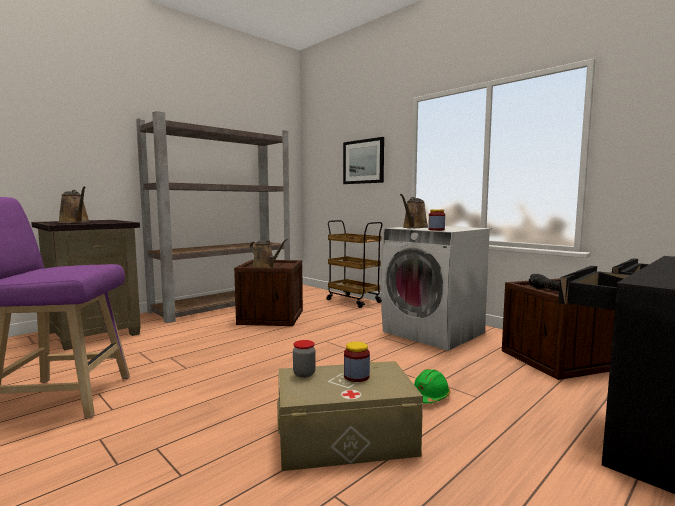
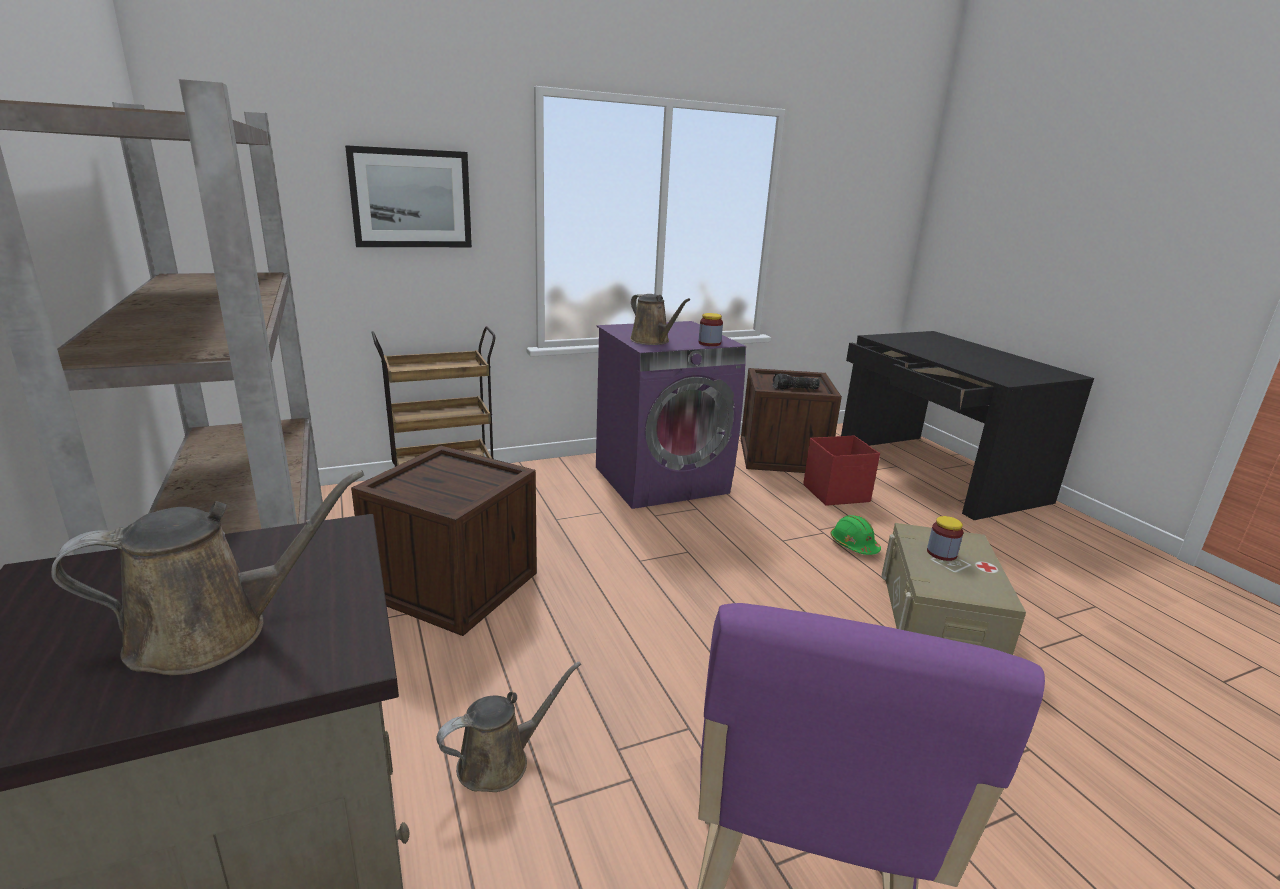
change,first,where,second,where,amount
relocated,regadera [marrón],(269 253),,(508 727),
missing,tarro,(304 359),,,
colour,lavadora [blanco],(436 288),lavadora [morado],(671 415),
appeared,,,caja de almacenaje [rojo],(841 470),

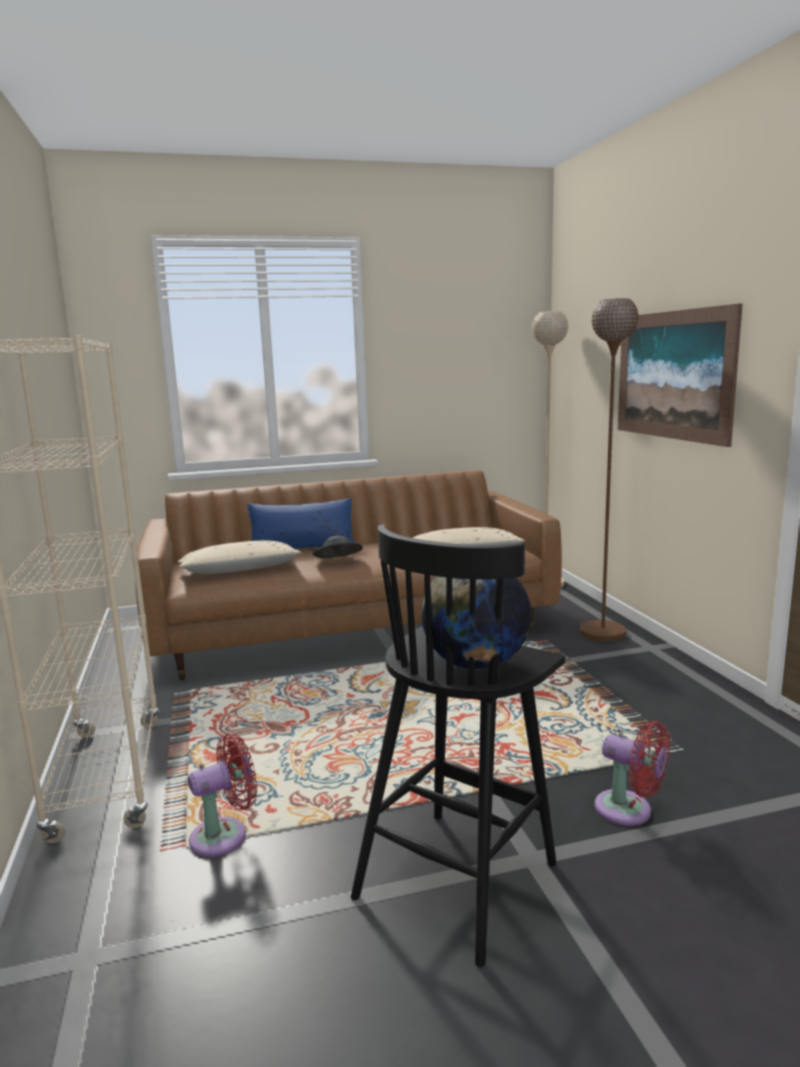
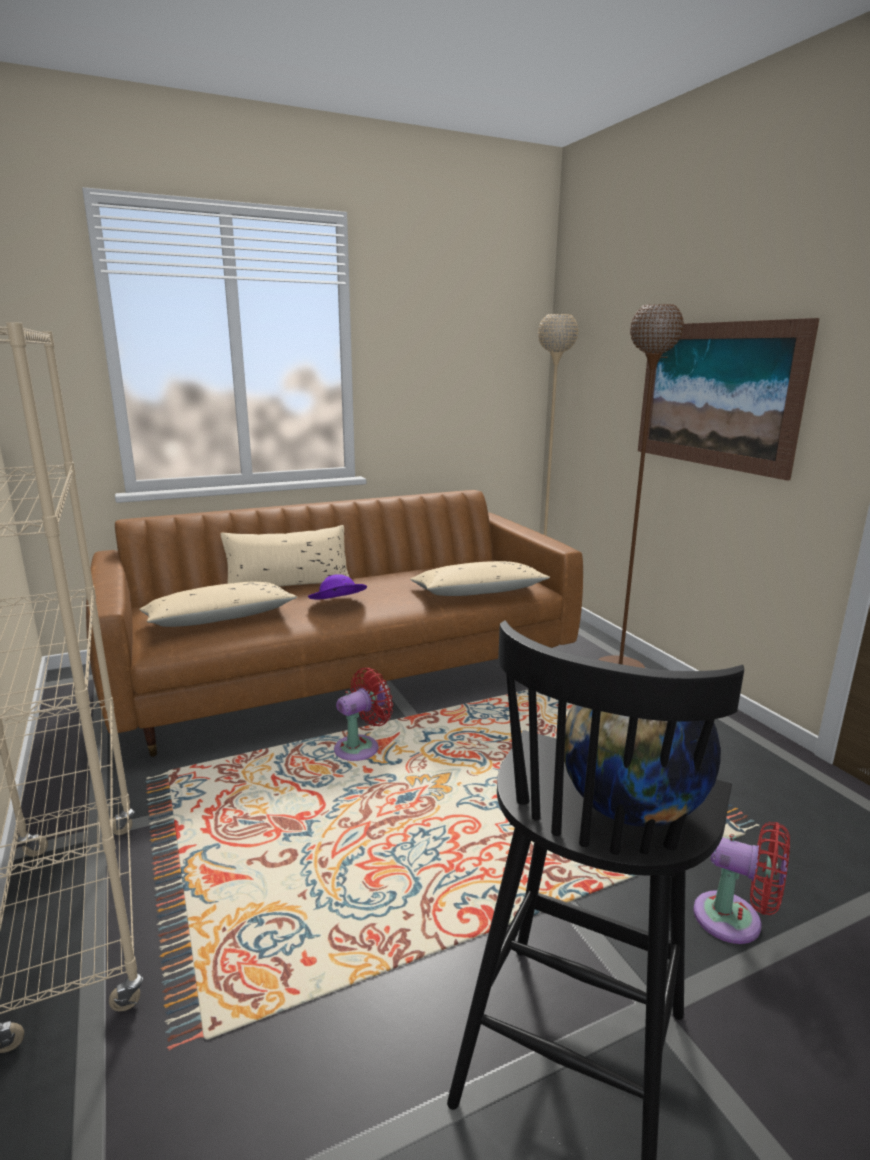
change,first,where,second,where,amount
relocated,ventilador [rojo],(222 795),,(363 714),
colour,cojín [azul],(301 523),cojín [beis],(285 556),
colour,sombrero [gris],(337 547),sombrero [morado],(337 587),

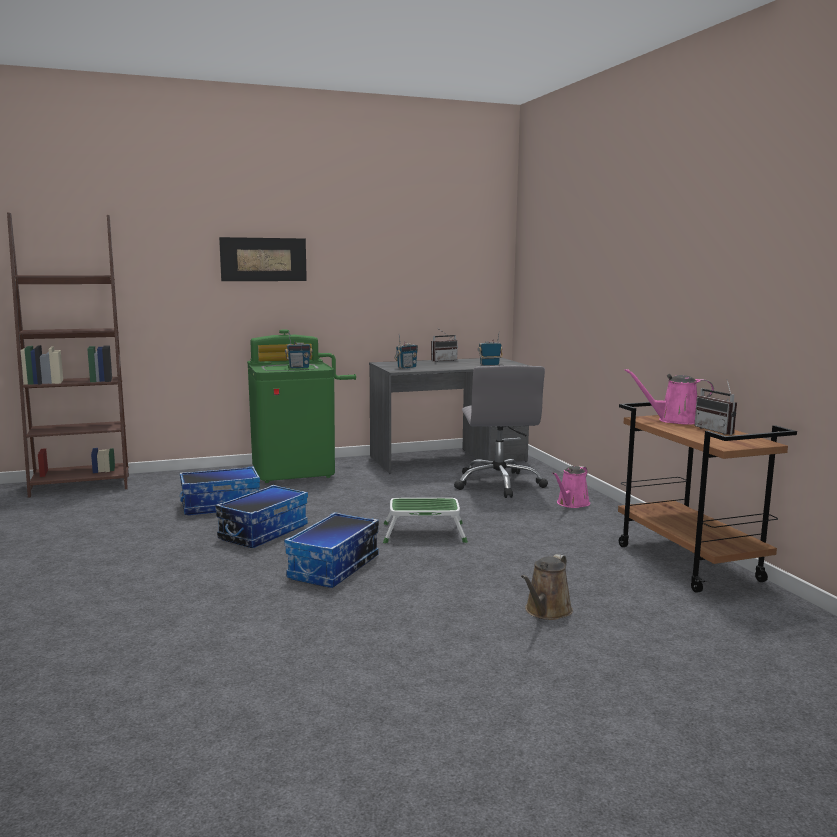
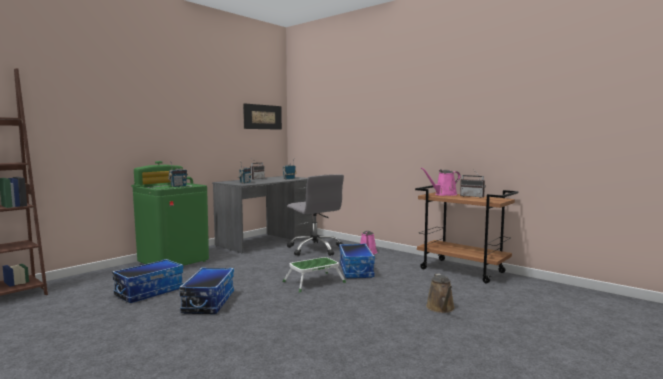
change,first,where,second,where,amount
relocated,cuadro,(263 259),,(262 116),
relocated,caja de almacenaje,(331 550),,(357 261),

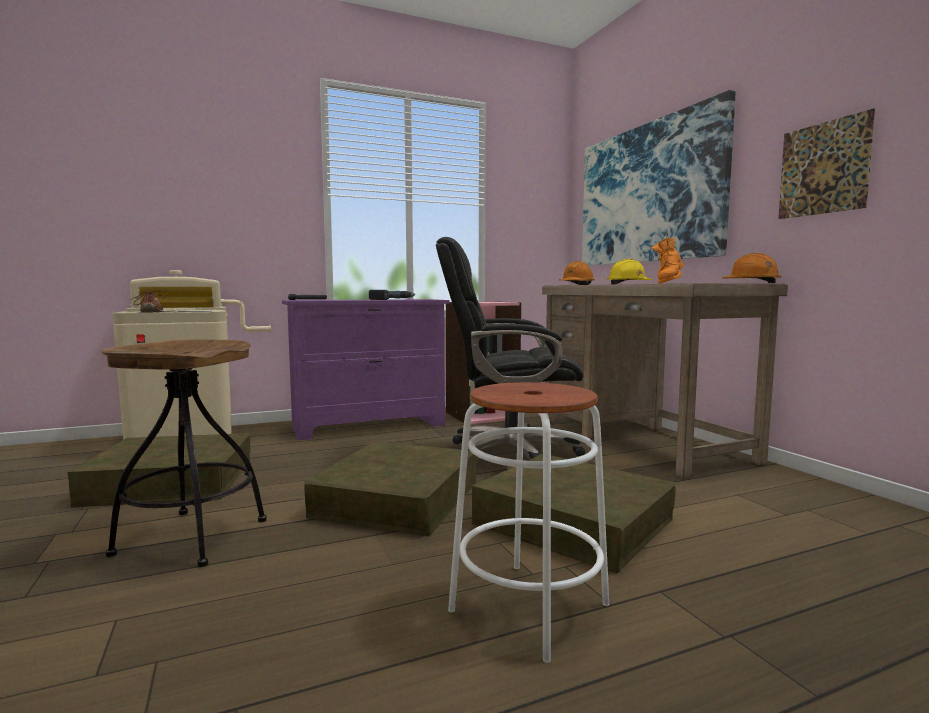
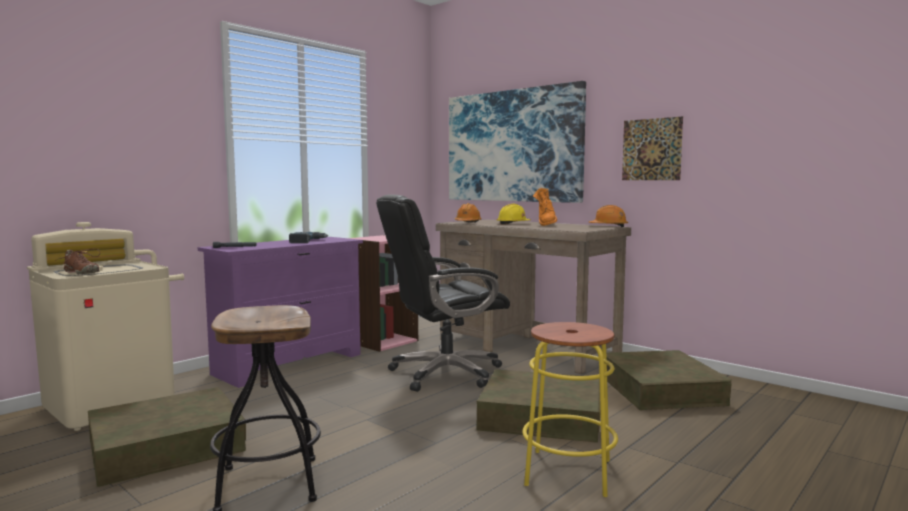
change,first,where,second,where,amount
relocated,caja de almacenaje [marrón],(390 488),,(668 380),
colour,taburete [blanco],(528 522),taburete [amarillo],(570 409),

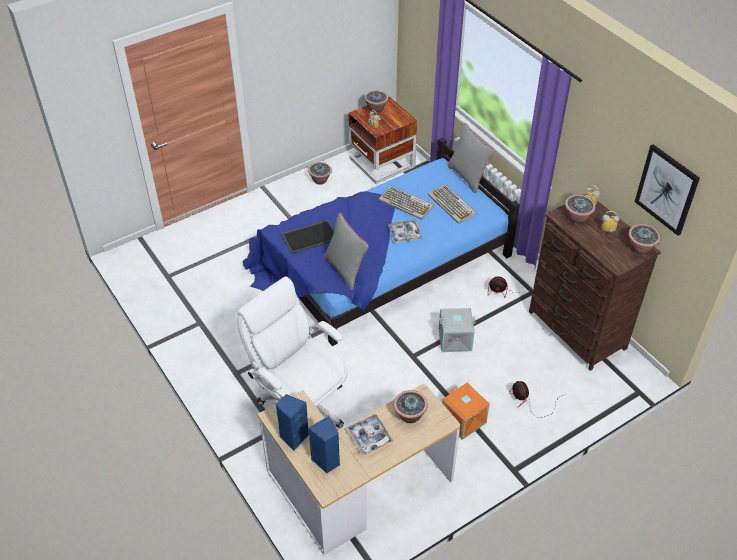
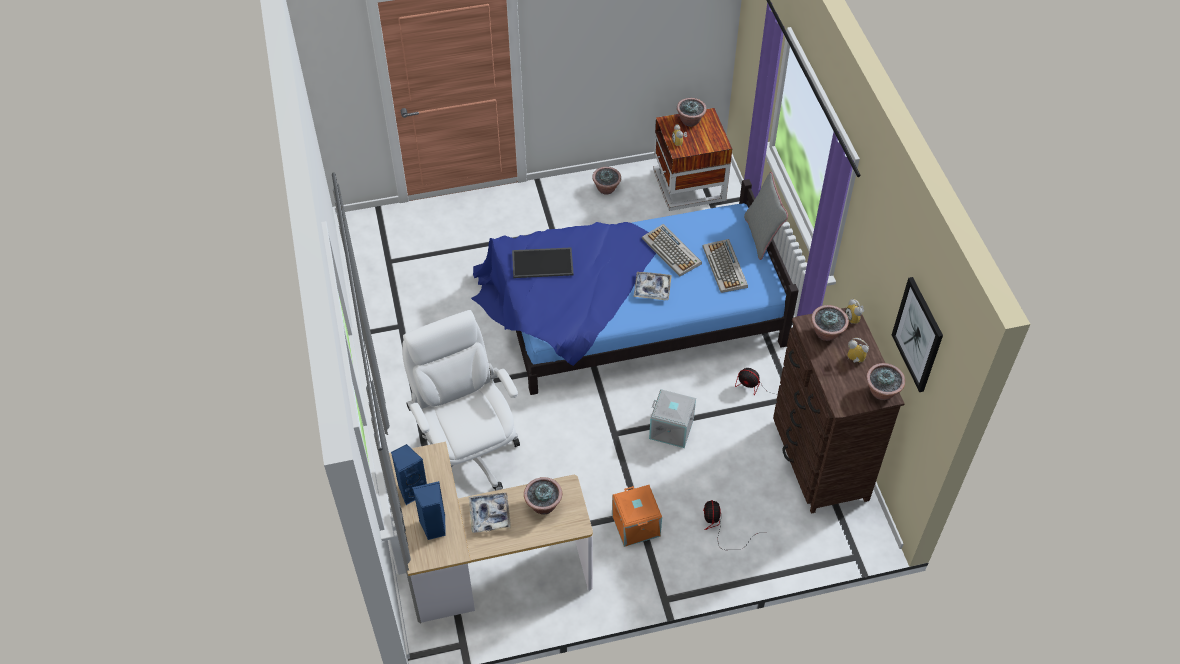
change,first,where,second,where,amount
missing,cojín [gris],(346 251),,,

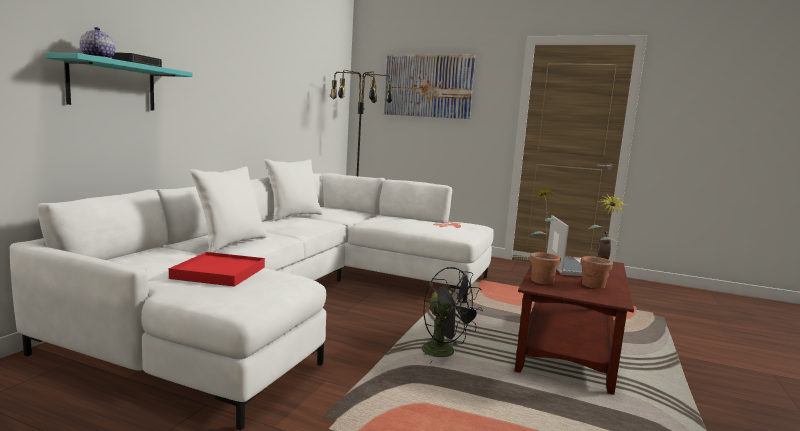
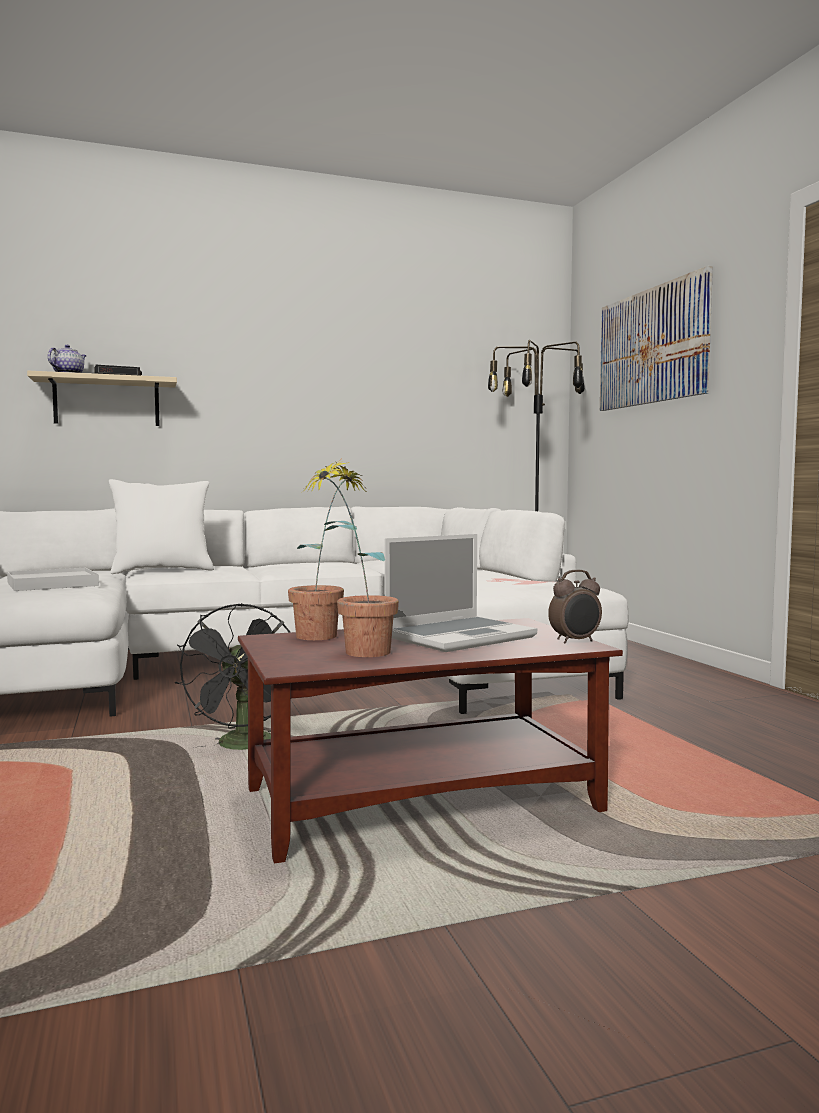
change,first,where,second,where,amount
colour,estante [turquesa],(118 82),estante [beis],(102 398),
colour,bandeja [rojo],(217 269),bandeja [blanco],(53 579),
missing,cojín [blanco],(293 190),,,

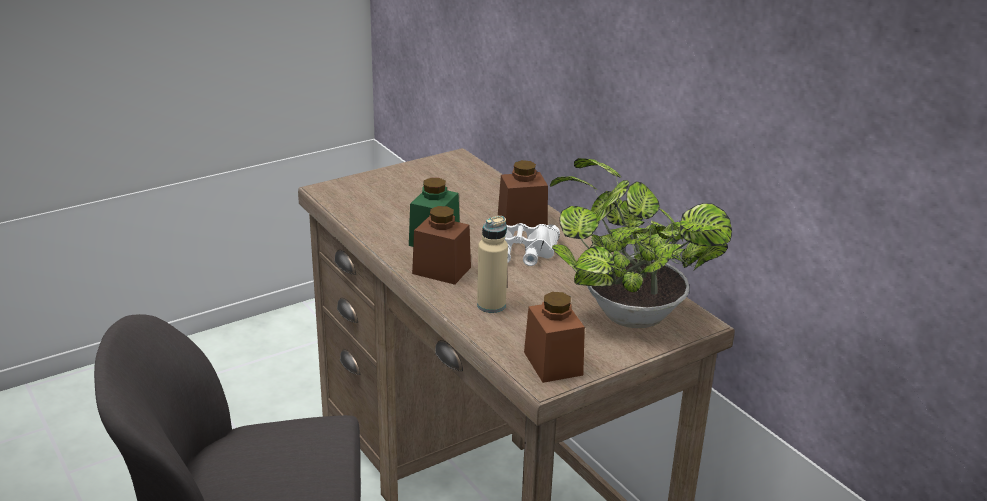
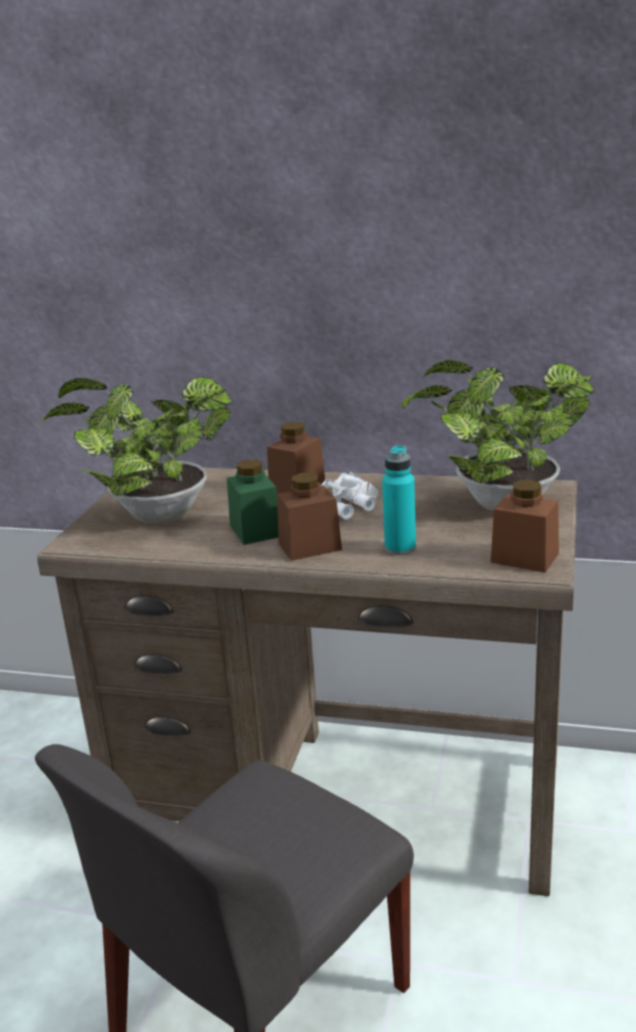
change,first,where,second,where,amount
colour,botella [beis],(492 264),botella [turquesa],(399 500),
appeared,,,planta en maceta,(136 450),

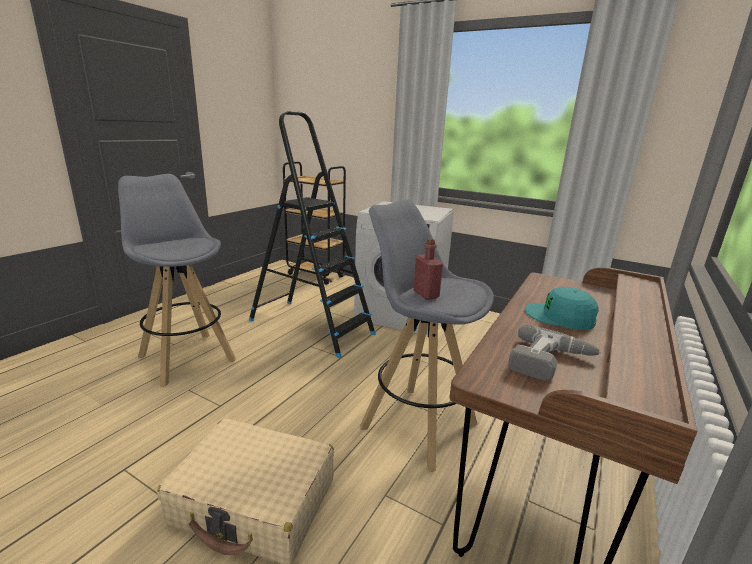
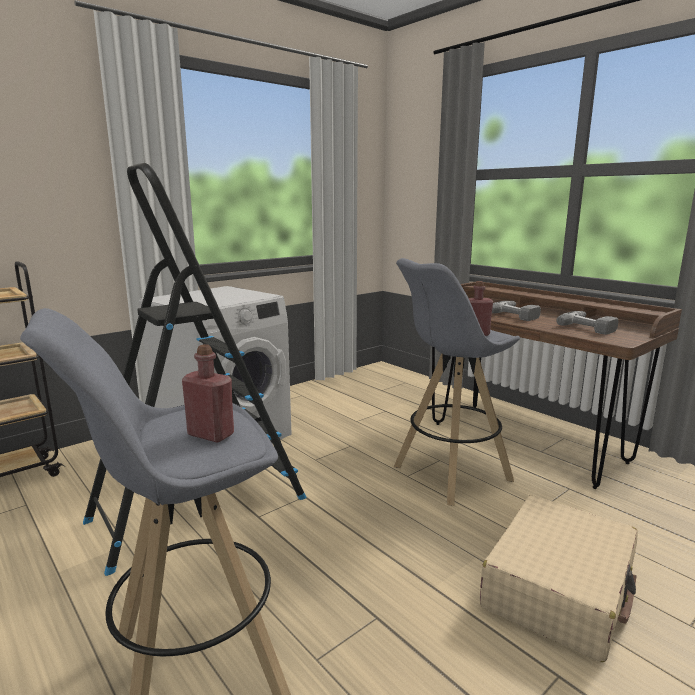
change,first,where,second,where,amount
exchanged,gorra [turquesa],(562 308),taladro,(516 311),
appeared,,,botella [rojo],(208 393),

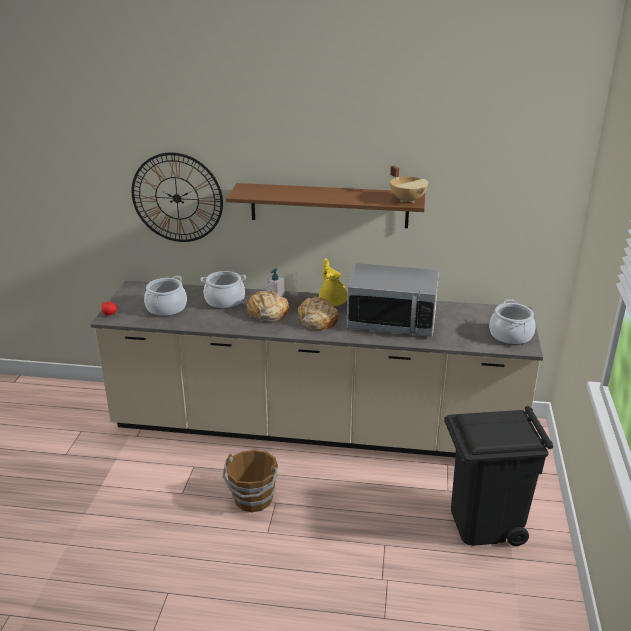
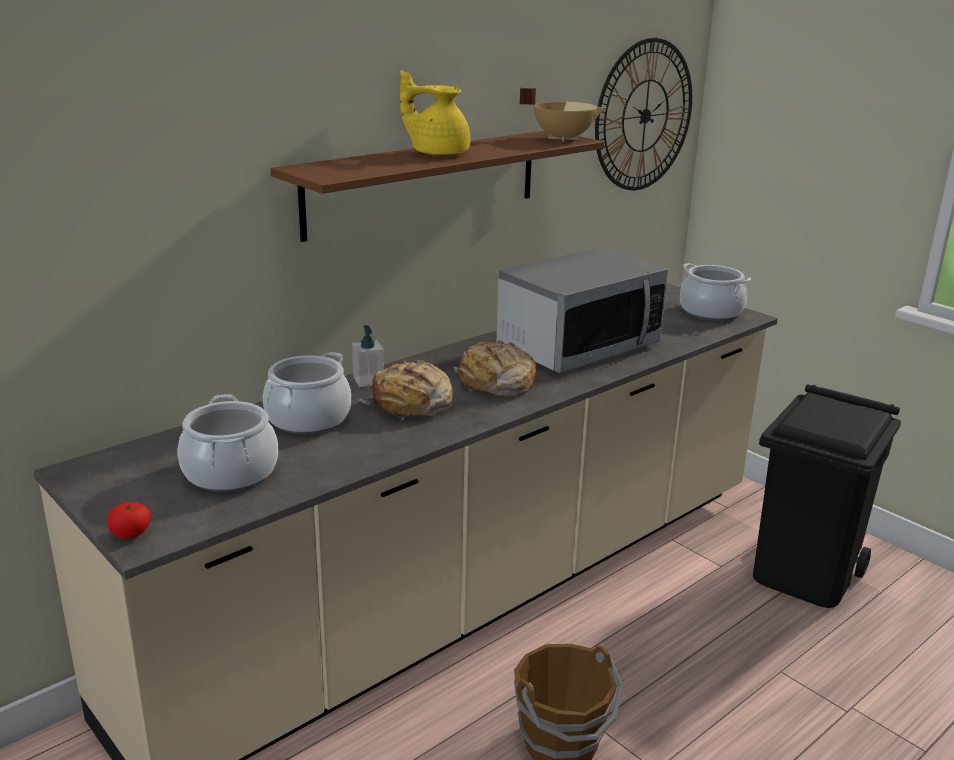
change,first,where,second,where,amount
relocated,reloj de pared,(177 197),,(643 114),
relocated,tetera [amarillo],(333 282),,(435 113),

